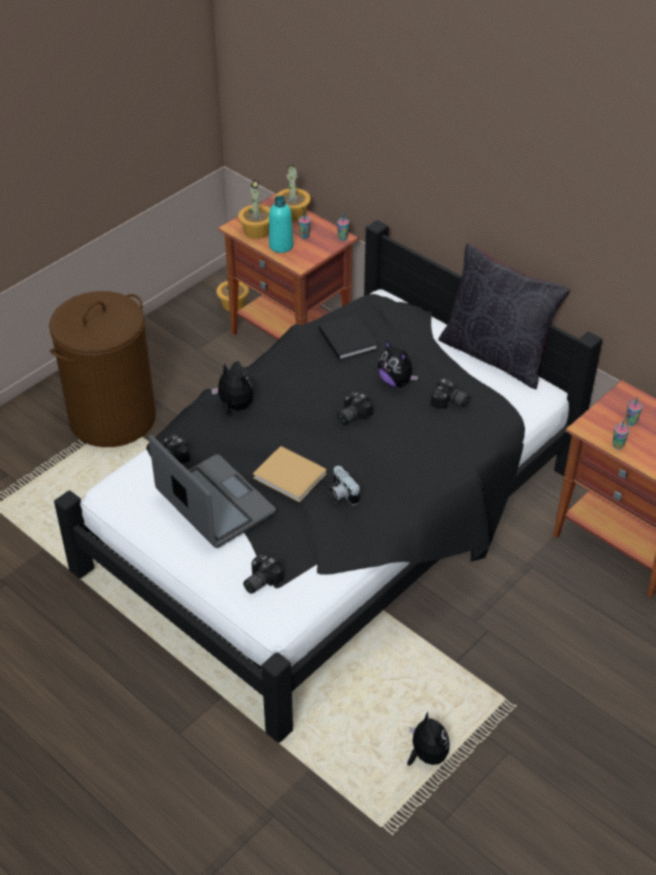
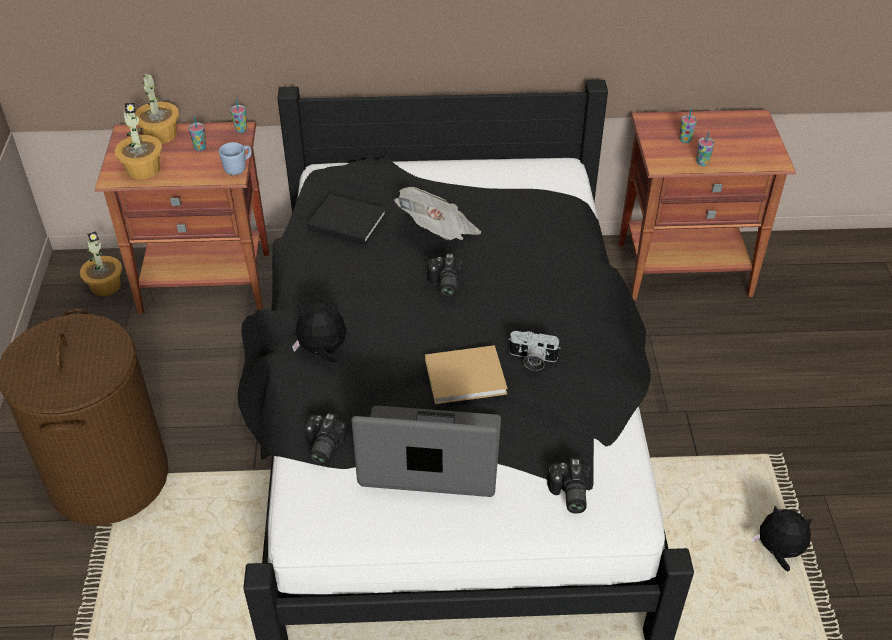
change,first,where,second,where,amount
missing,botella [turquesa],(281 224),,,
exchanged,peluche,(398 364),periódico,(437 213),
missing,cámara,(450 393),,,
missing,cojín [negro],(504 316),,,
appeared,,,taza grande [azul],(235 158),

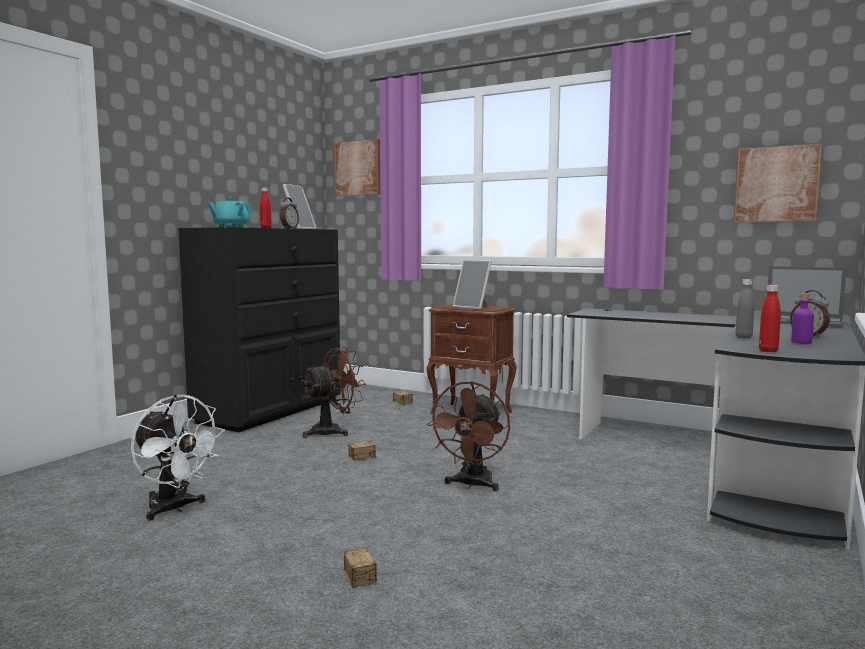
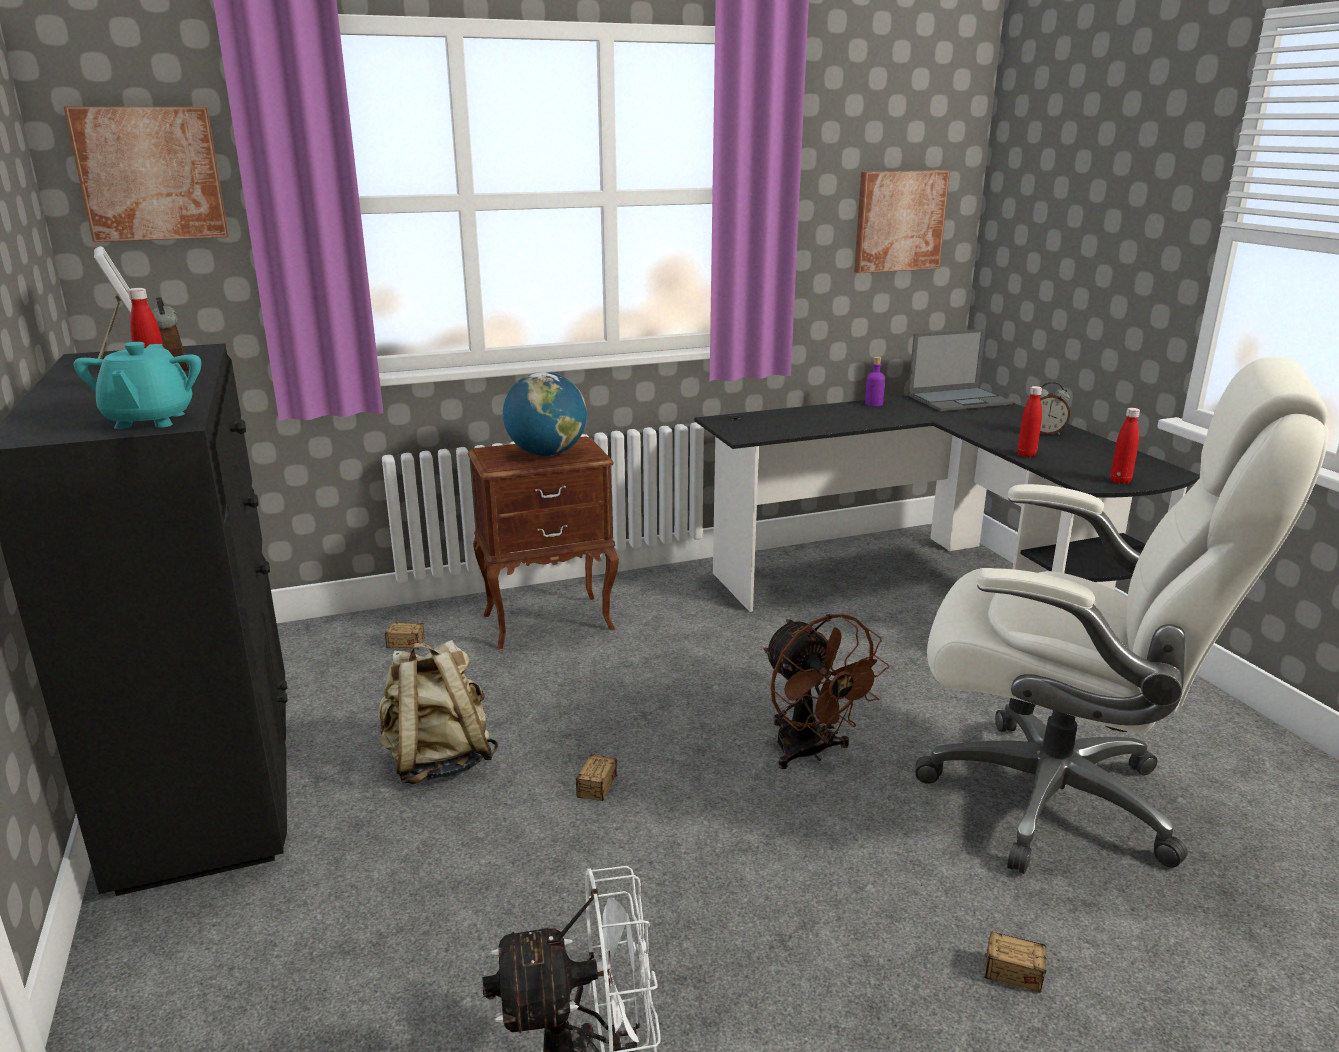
change,first,where,second,where,amount
exchanged,ventilador [marrón],(333 392),mochila [beis],(438 712),
exchanged,portarretratos,(472 284),globo terráqueo,(545 414),
colour,botella [gris],(745 308),botella [rojo],(1030 421),
relocated,botella [morado],(802 318),,(875 381),
appeared,,,silla de oficina [blanco],(1121 615),

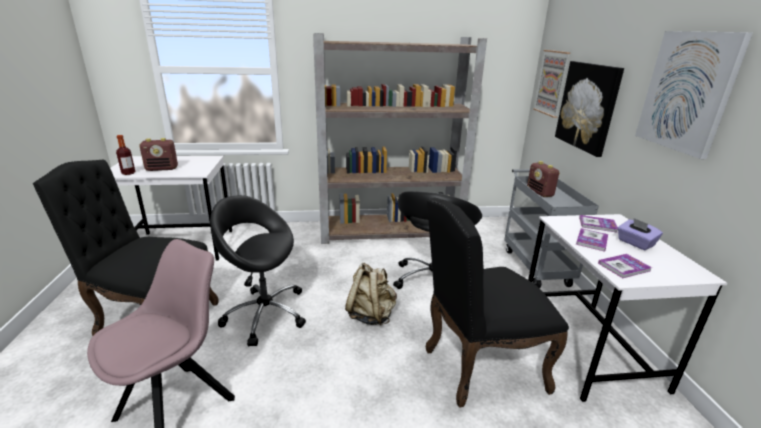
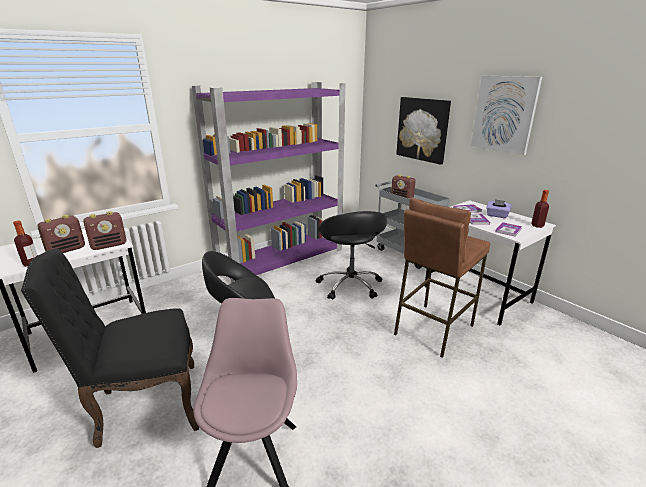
change,first,where,second,where,amount
colour,estantería [marrón],(400 138),estantería [morado],(268 182),
missing,mochila [beis],(371 294),,,
exchanged,silla [negro],(497 302),taburete [marrón],(442 278),
missing,cuadro,(551 84),,,
appeared,,,radio,(105 230),
appeared,,,botella,(540 209),

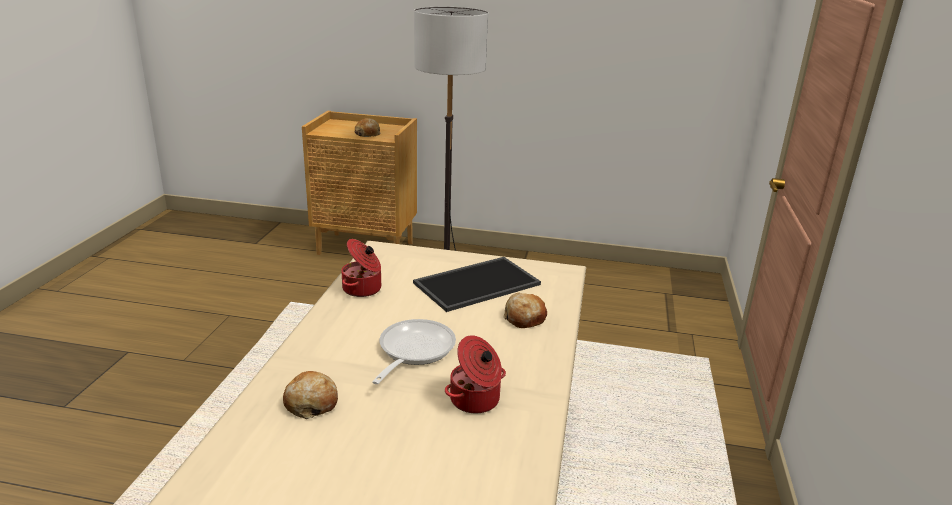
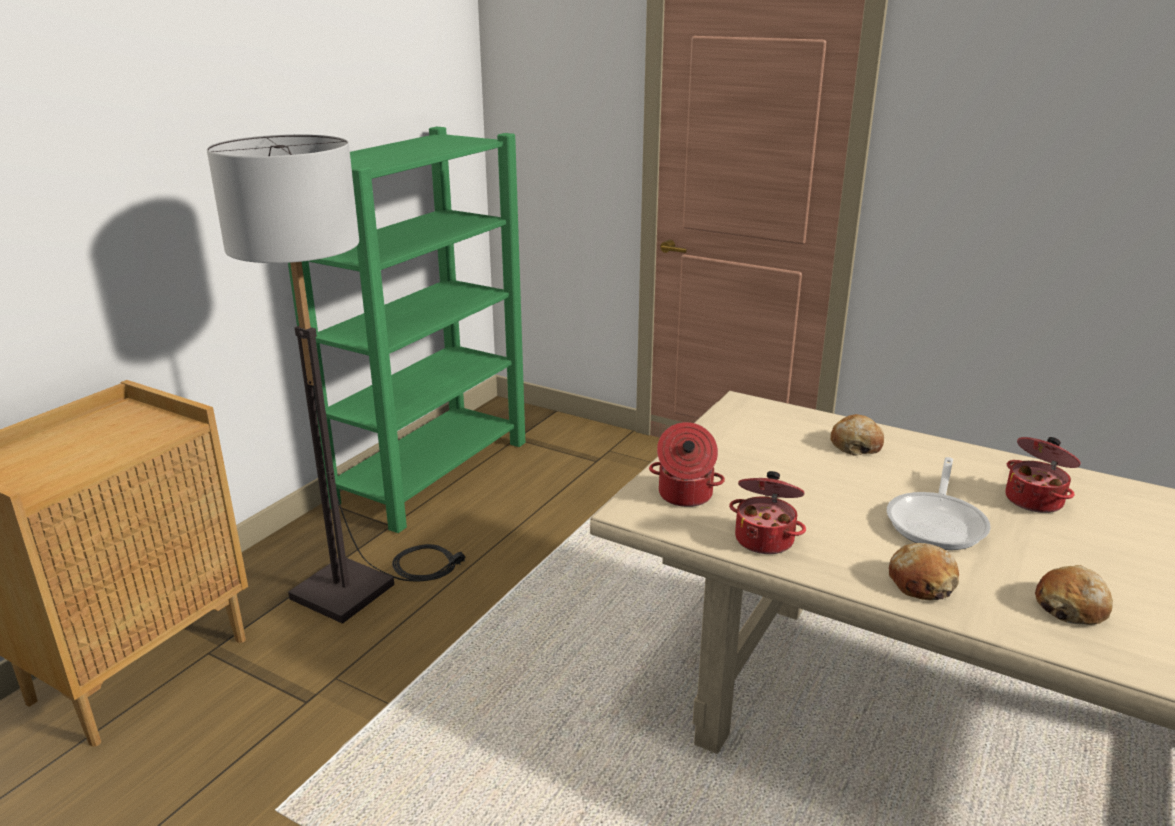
change,first,where,second,where,amount
relocated,pan,(367 127),,(924 571),
spun,sartén,(414 351),,(939 503),105 degrees counterclockwise
missing,bandeja,(477 284),,,
appeared,,,estantería [verde],(406 330),
appeared,,,olla,(687 464),

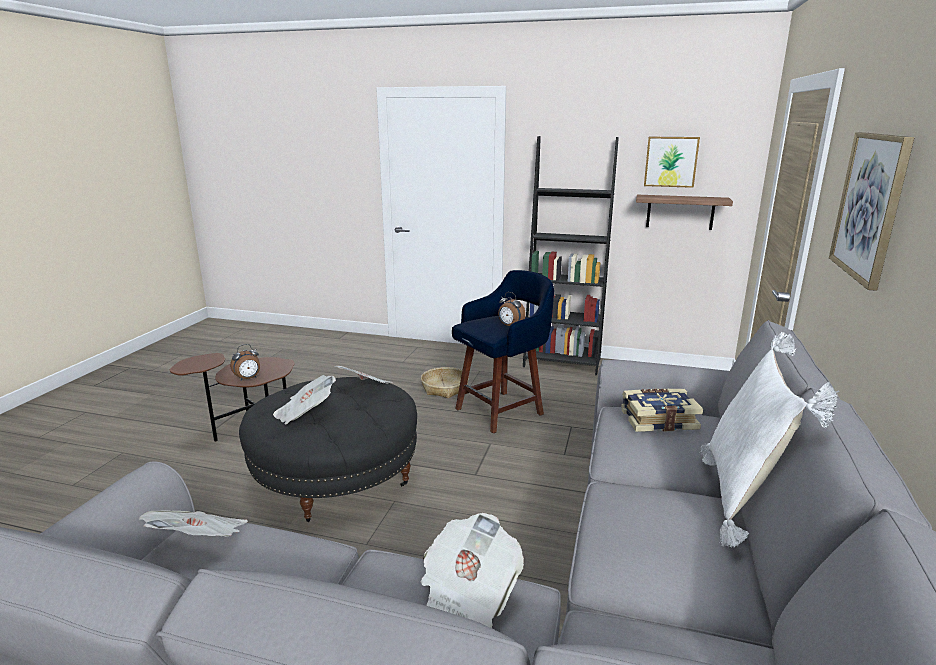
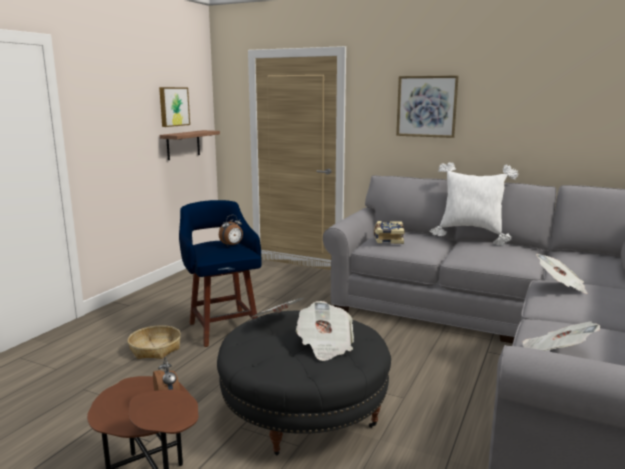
change,first,where,second,where,amount
missing,estantería [negro],(571 255),,,

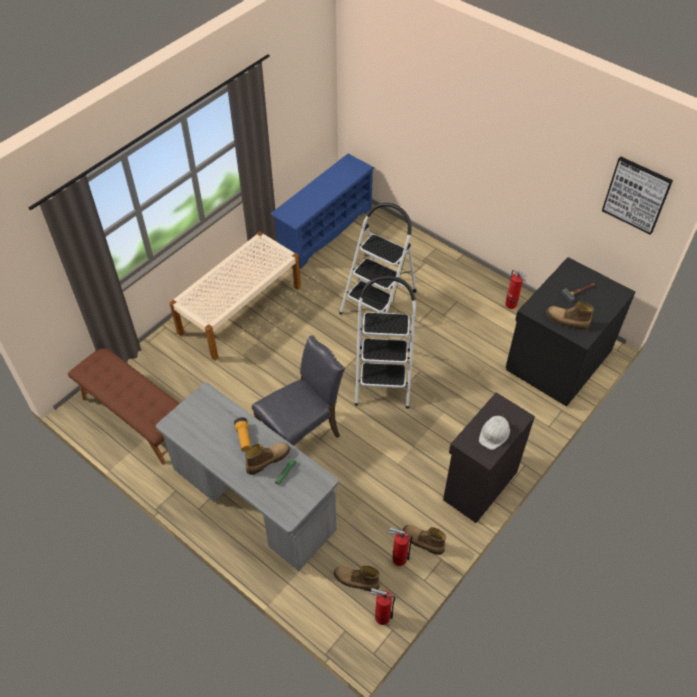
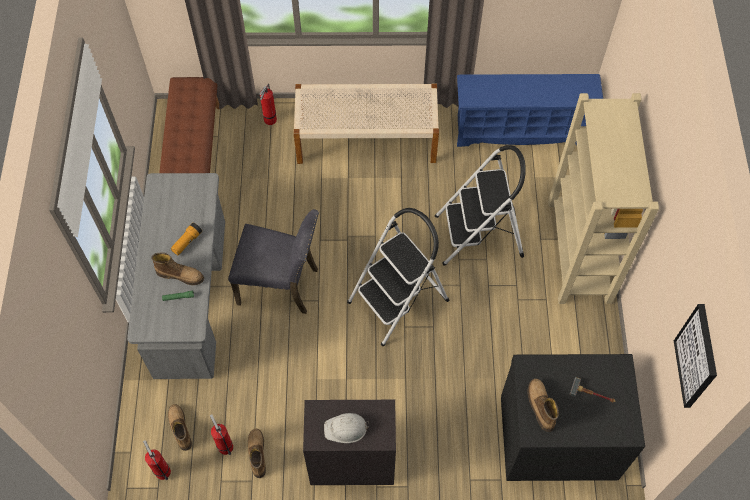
change,first,where,second,where,amount
relocated,extintor,(515 289),,(268 104),
appeared,,,estantería [beis],(603 198),

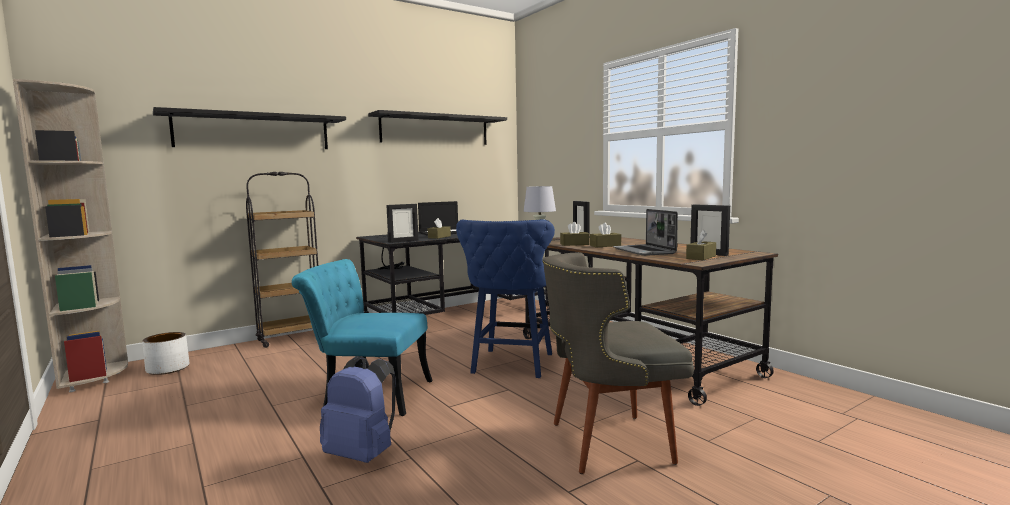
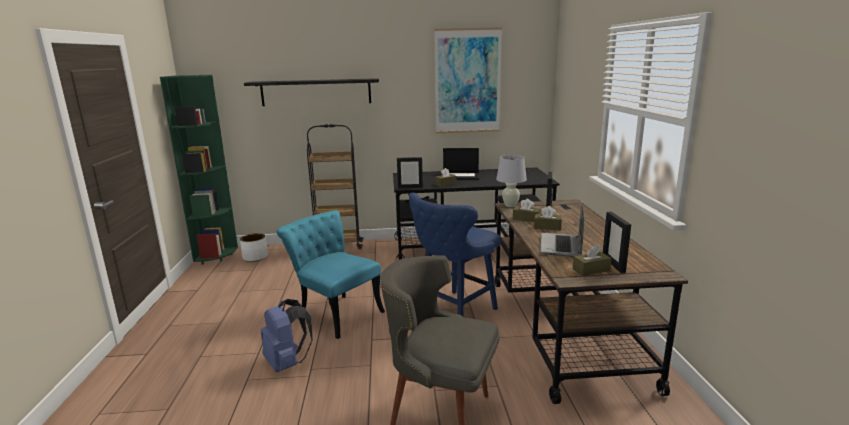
change,first,where,second,where,amount
colour,estantería [beis],(70 235),estantería [verde],(199 169),
exchanged,estante [negro],(437 127),cuadro,(468 80),

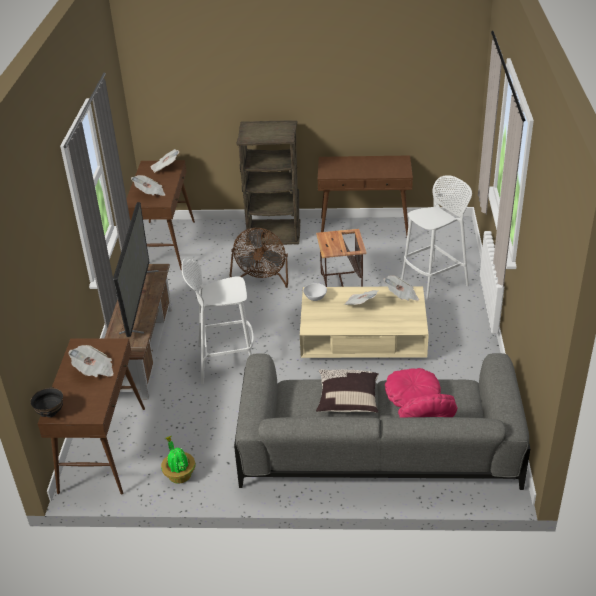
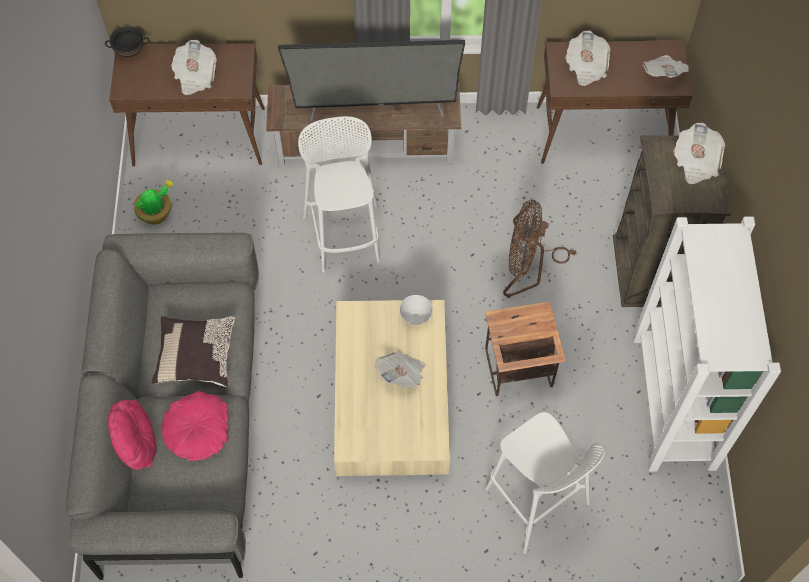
change,first,where,second,where,amount
exchanged,mesa consola [marrón],(365 196),estantería [blanco],(707 344),
relocated,periódico,(401 288),,(699 153),

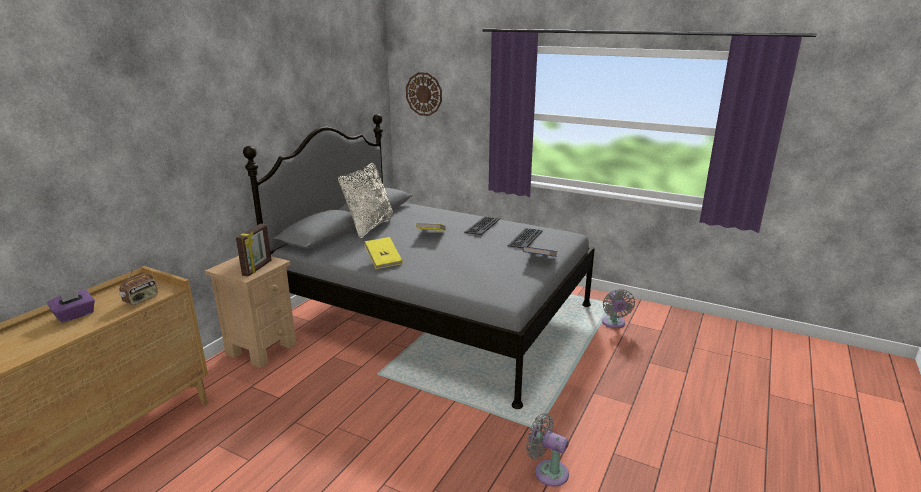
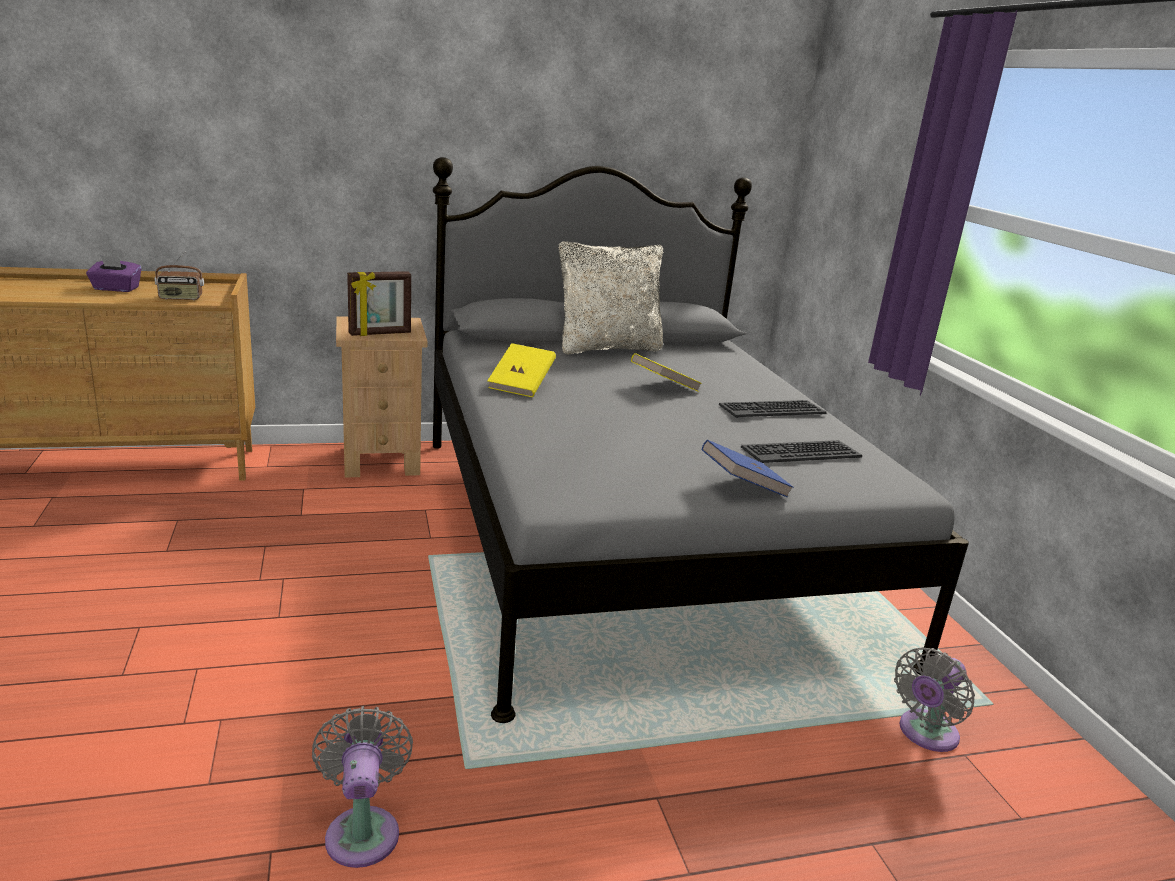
change,first,where,second,where,amount
missing,reloj de pared,(424 94),,,

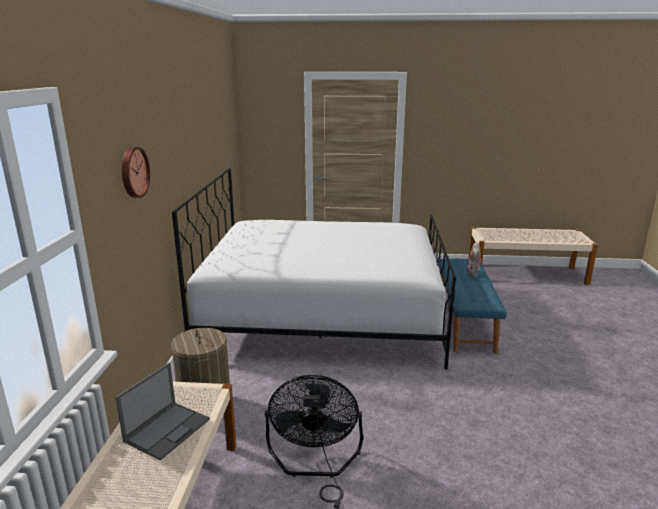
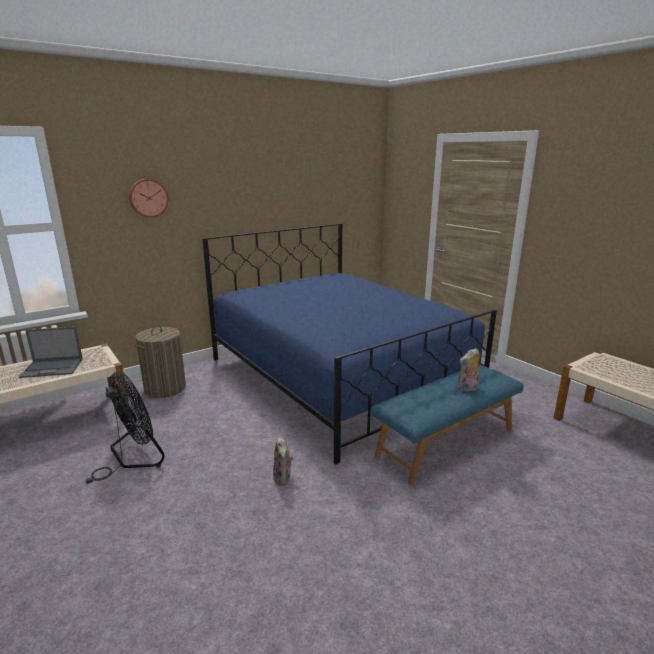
change,first,where,second,where,amount
colour,cama [blanco],(314 268),cama [azul],(349 344),
appeared,,,peluche,(283 460),

